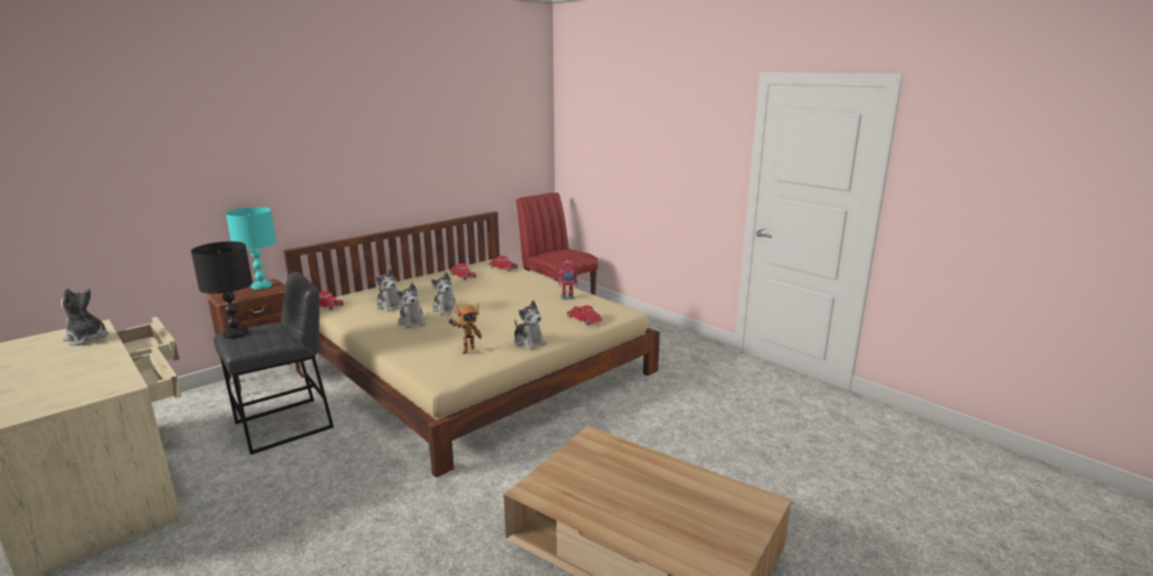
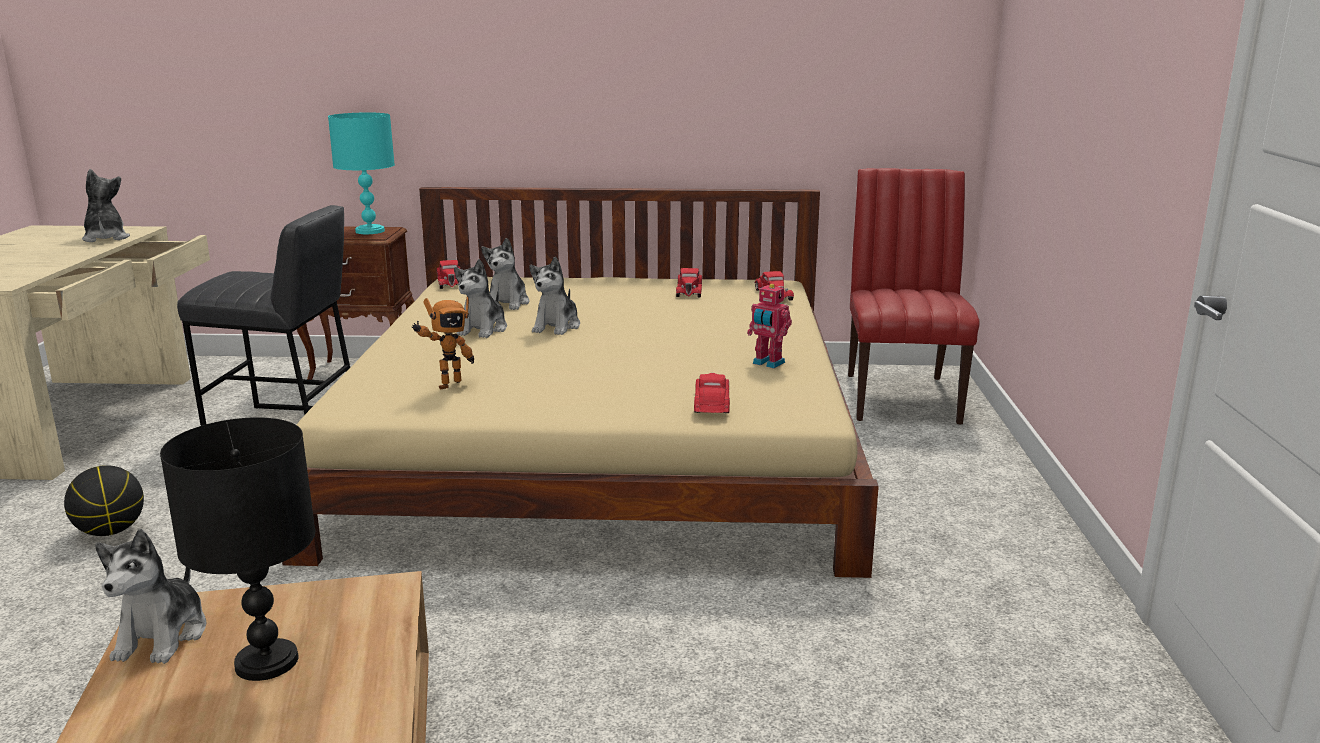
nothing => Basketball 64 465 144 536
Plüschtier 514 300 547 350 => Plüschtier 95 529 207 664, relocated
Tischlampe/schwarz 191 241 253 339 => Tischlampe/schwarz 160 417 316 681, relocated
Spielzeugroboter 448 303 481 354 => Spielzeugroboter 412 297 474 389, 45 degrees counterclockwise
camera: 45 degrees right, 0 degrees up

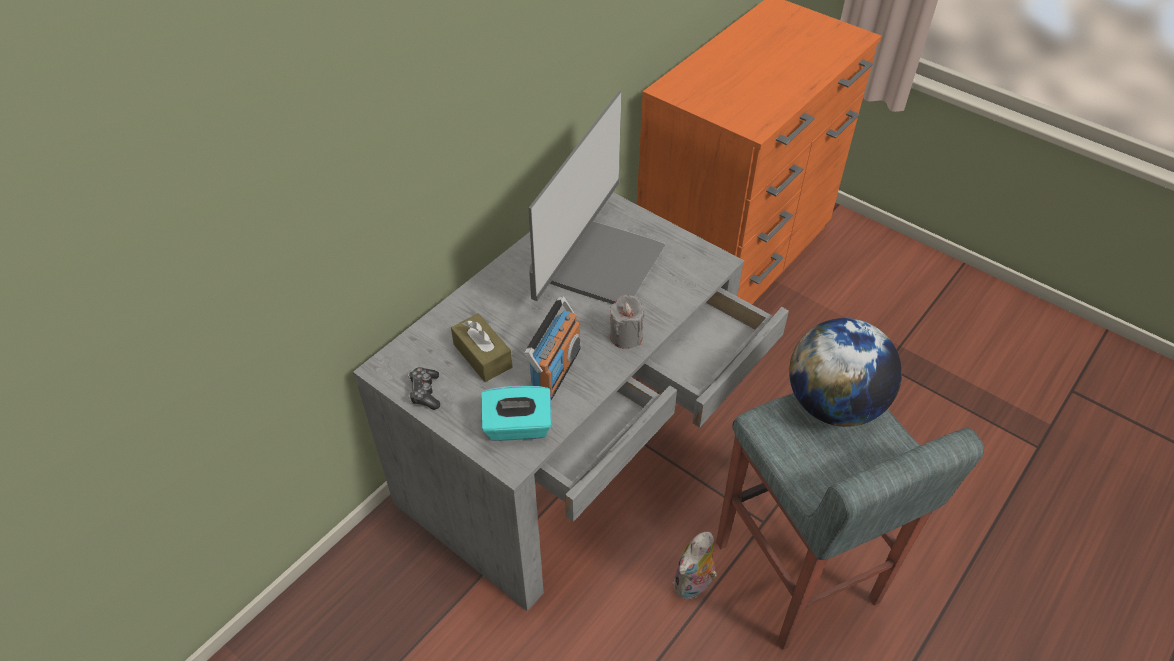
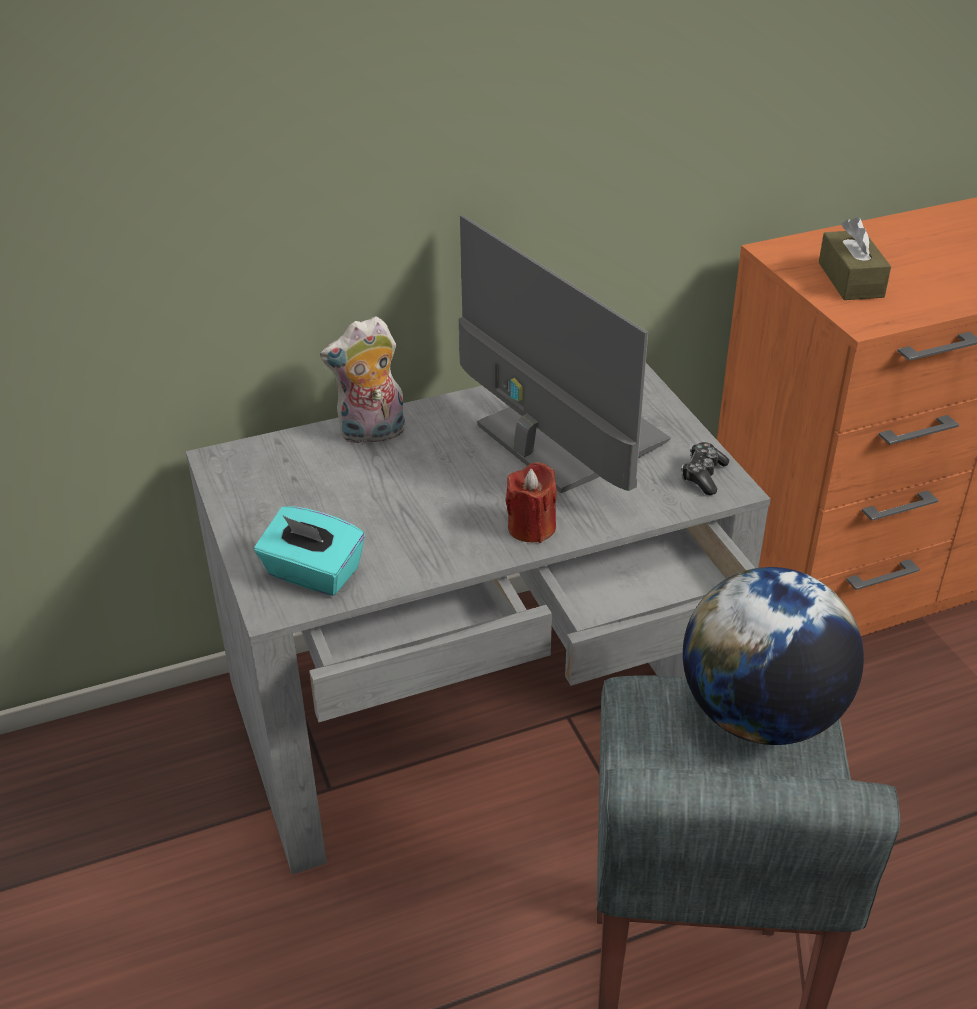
Plüschtier 673 532 717 600 => Plüschtier 320 316 405 445, relocated
Monitor 529 91 665 304 => Monitor 459 215 671 493, 90 degrees counterclockwise
Kerze/grau 610 295 645 349 => Kerze/rot 505 462 557 543
Gamepad 408 367 440 410 => Gamepad 681 442 729 495, relocated
Taschentuchbox/braun 451 314 513 382 => Taschentuchbox/braun 819 217 891 300, relocated
Radio 524 297 581 400 => nothing
camera: 30 degrees right, 10 degrees down

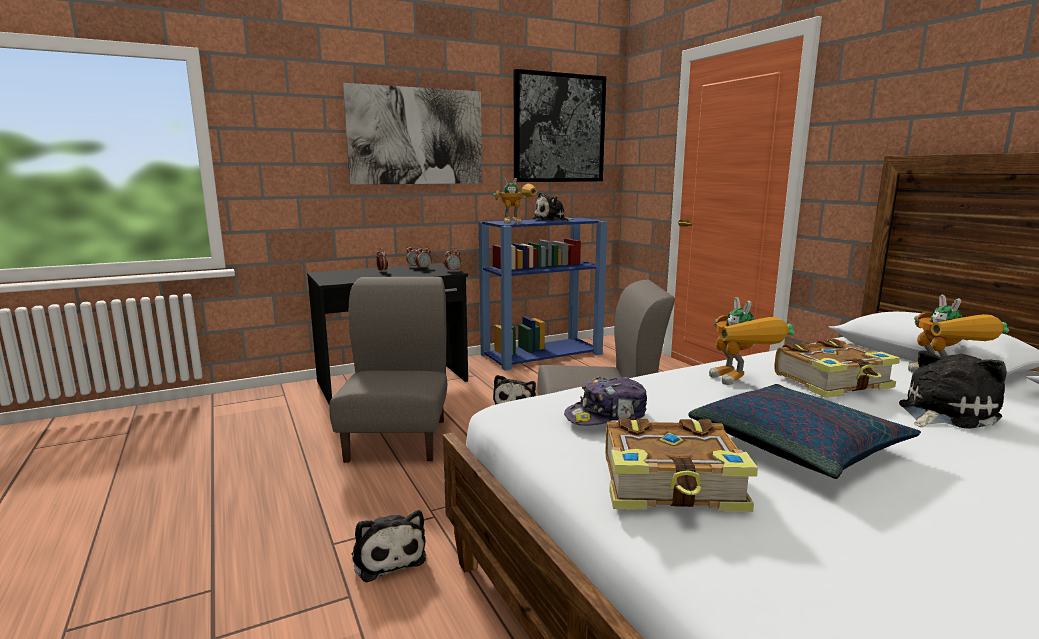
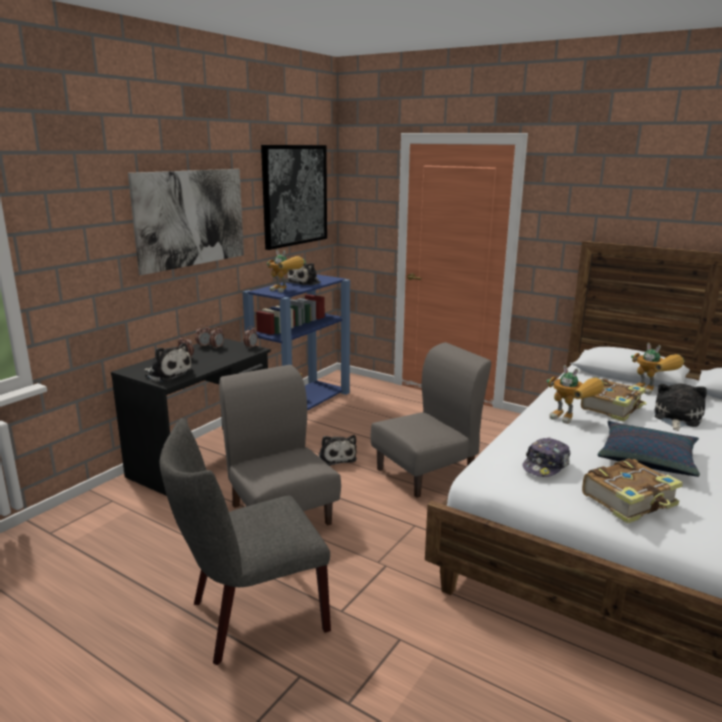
Plüschtier 351 510 427 583 => Plüschtier 144 343 193 382, relocated
nothing => Stuhl/grau 160 418 331 665
Spielzeugroboter 493 178 537 224 => Spielzeugroboter 267 249 306 293, 75 degrees clockwise
camera: 30 degrees left, 5 degrees up

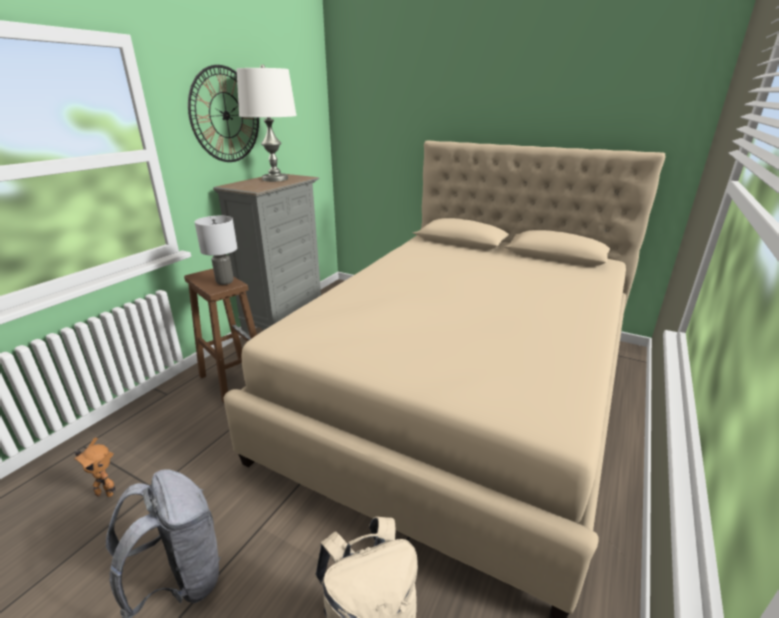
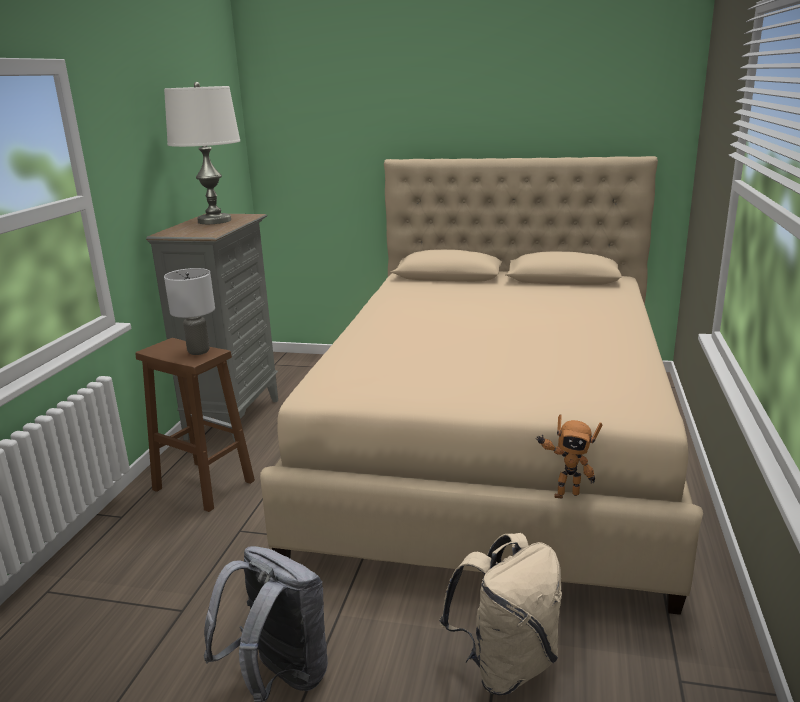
Spielzeugroboter 74 438 116 497 => Spielzeugroboter 535 414 602 499, relocated
Wanduhr 188 65 259 162 => nothing
camera: 15 degrees left, 5 degrees down

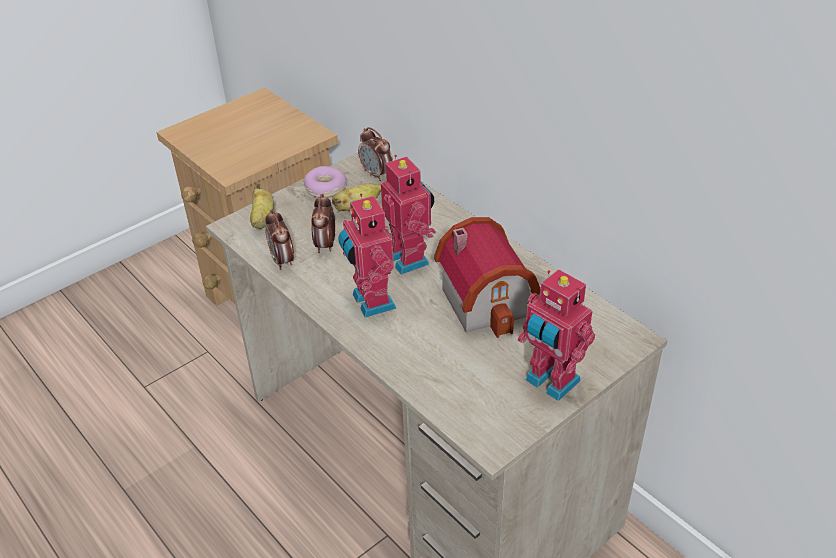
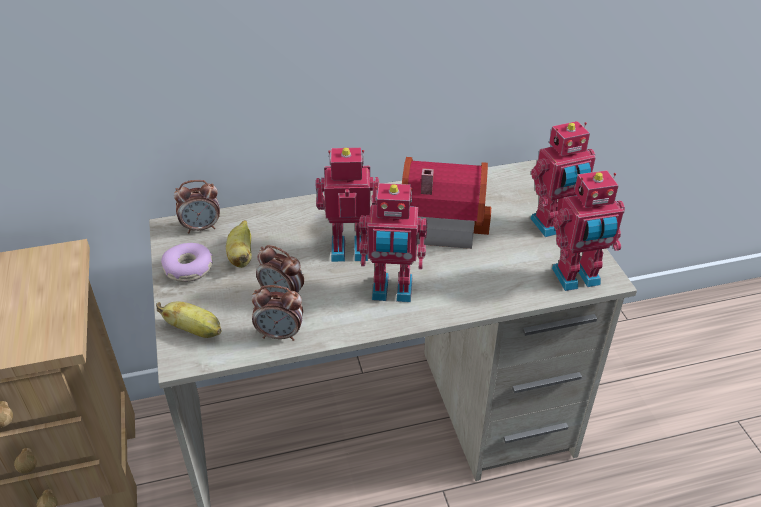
nothing => Spielzeugroboter 552 170 625 291
camera: 65 degrees left, 0 degrees up

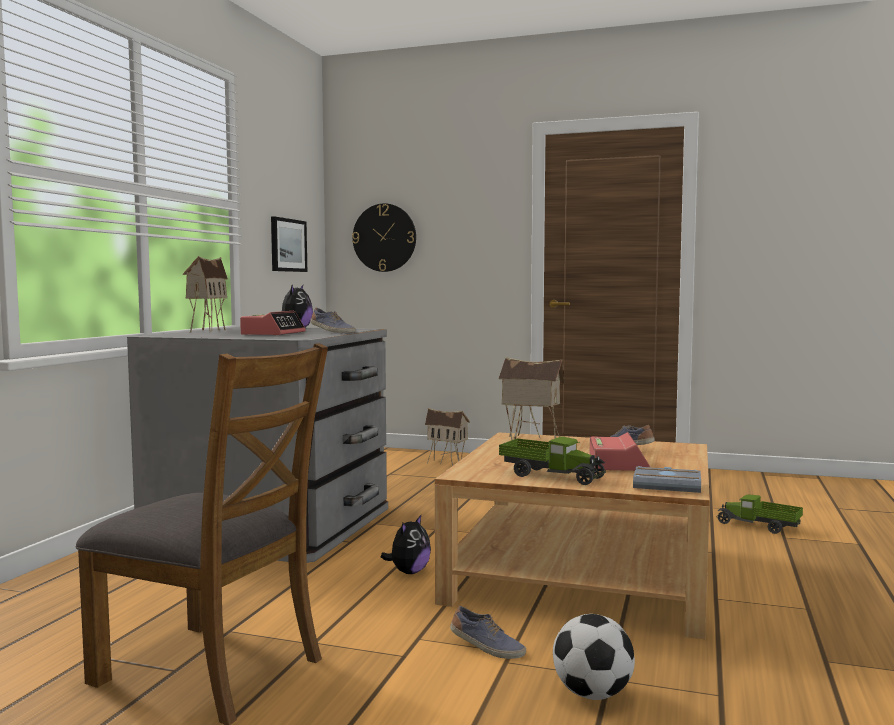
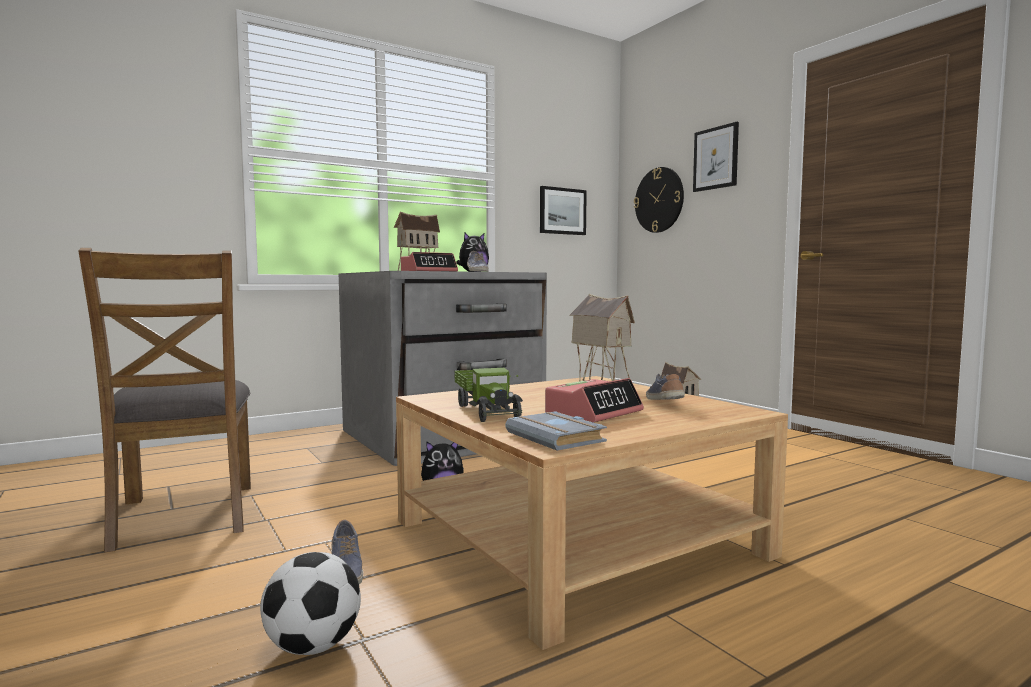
nothing => Bild 693 122 739 192
Spielzeuglaster 717 495 803 534 => nothing
camera: 40 degrees right, 0 degrees up

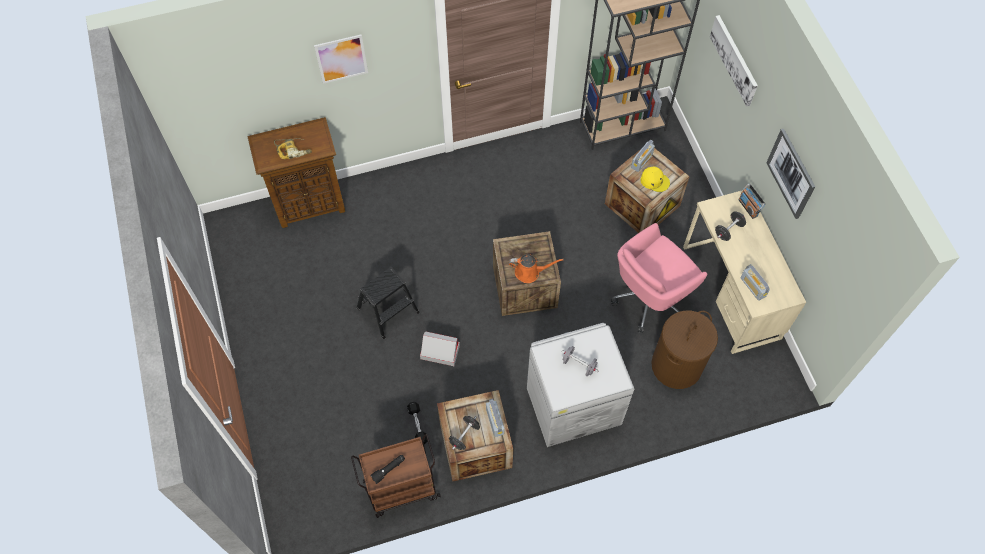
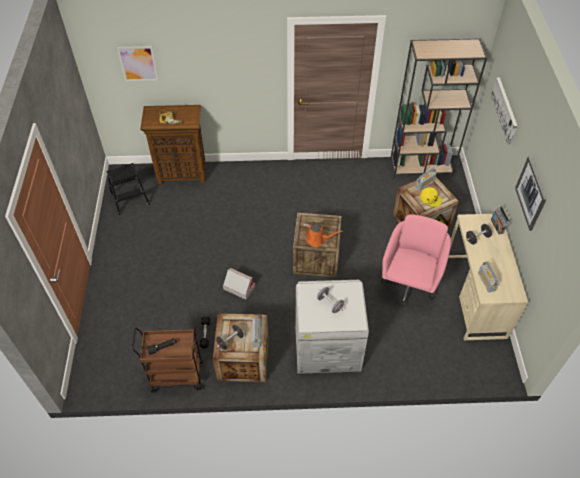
Trittleiter/schwarz 356 267 420 339 => Trittleiter/schwarz 106 163 150 215, relocated
Bild 314 34 368 84 => Bild 117 46 159 81, relocated
Bürostuhl/rosa 611 223 707 333 => Bürostuhl/rosa 381 214 451 306, 135 degrees clockwise
Wäschekorb/braun 651 311 718 389 => nothing
camera: 15 degrees right, 10 degrees down

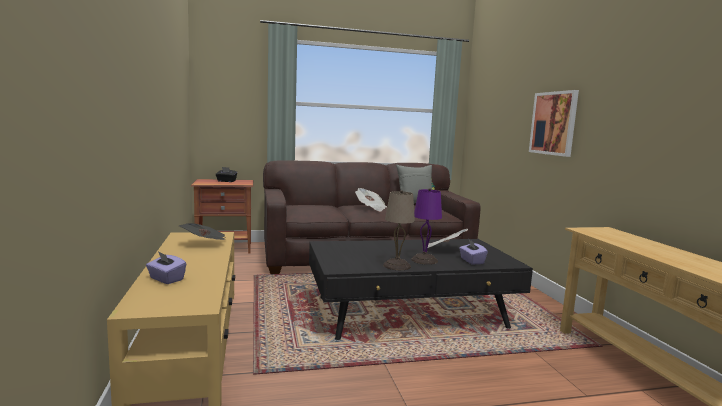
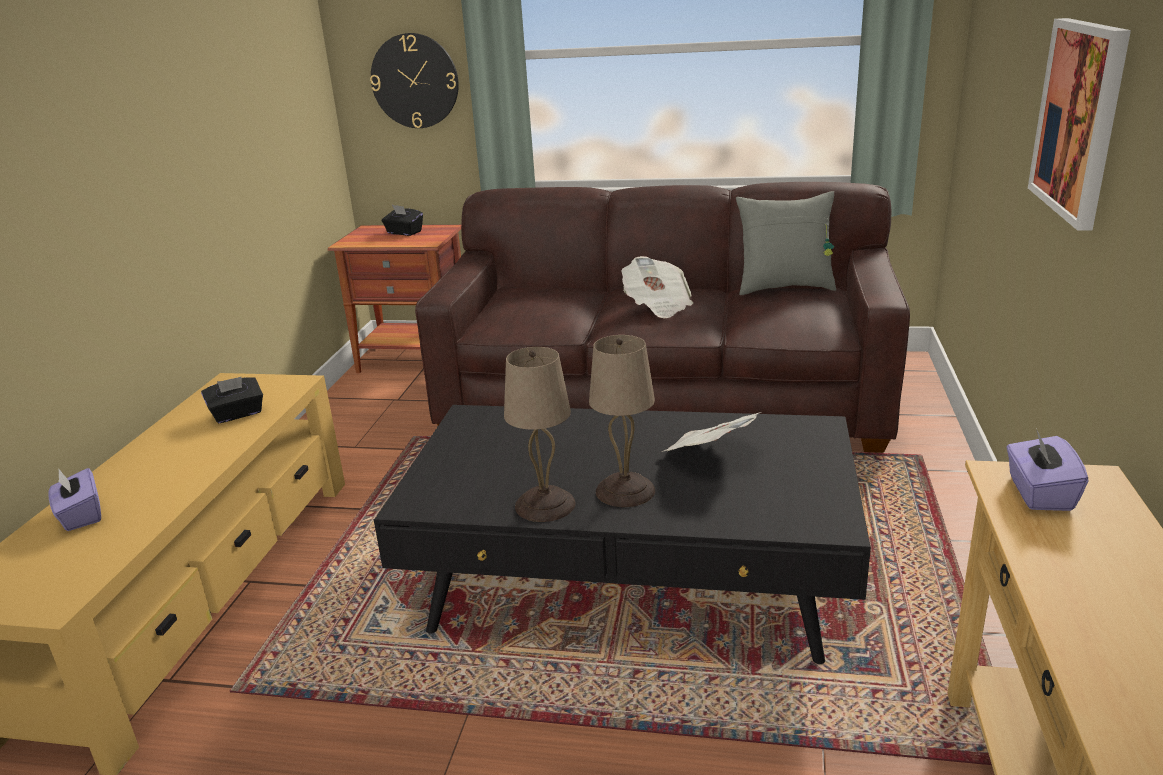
Zeitung 179 223 225 240 => Taschentuchbox/schwarz 201 376 263 423
nothing => Wanduhr 370 33 459 128
Tischlampe/lila 411 188 442 265 => Tischlampe/beige 589 335 655 507
Taschentuchbox/lila 459 240 488 264 => Taschentuchbox/lila 1006 428 1088 511, relocated
camera: 25 degrees right, 15 degrees up

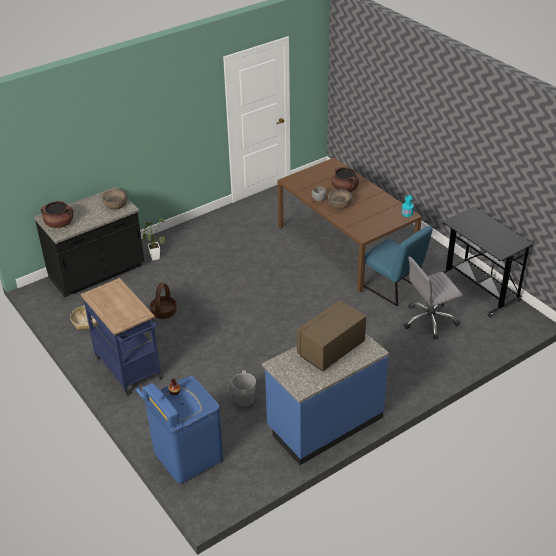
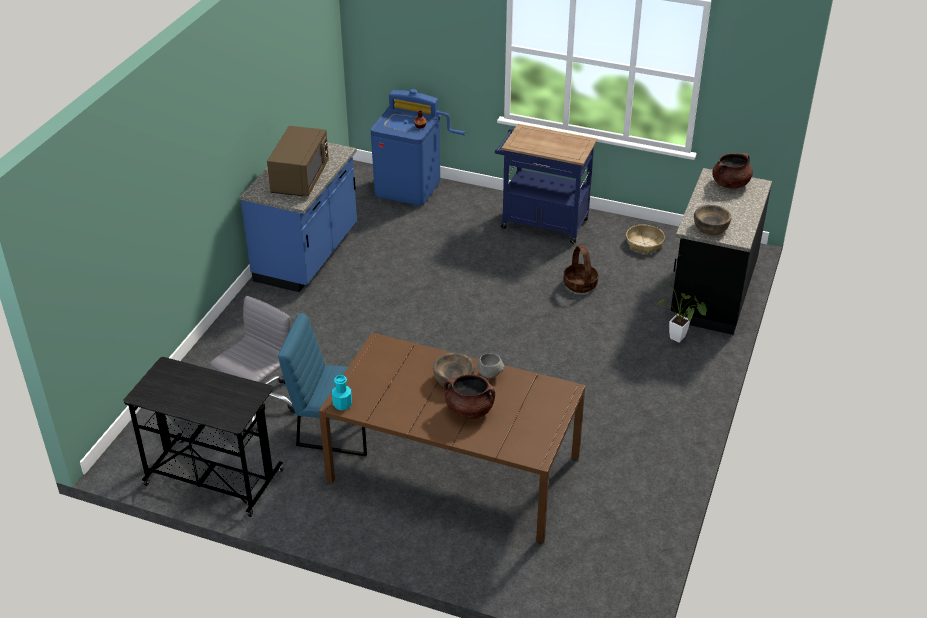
Eimer/grau 227 371 256 407 => nothing
camera: 145 degrees right, 0 degrees up

